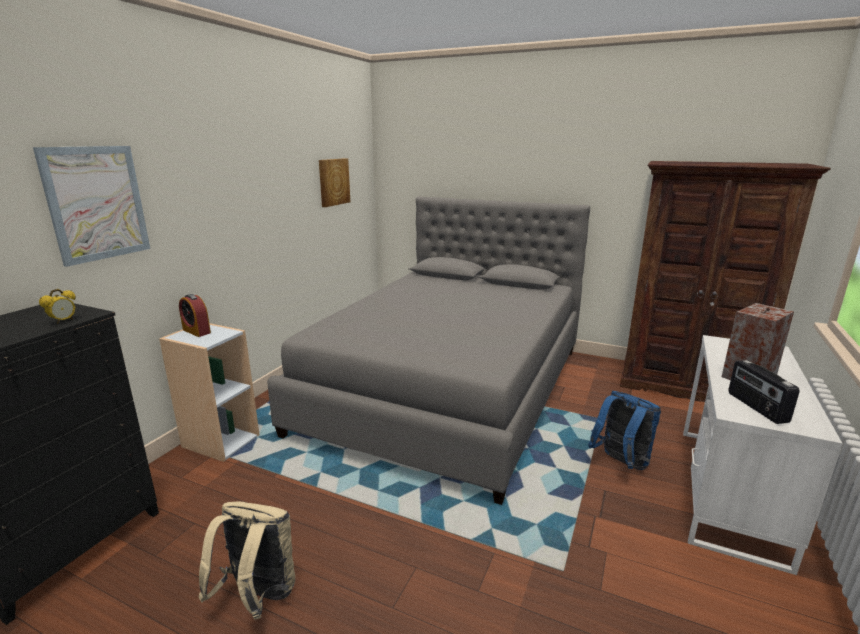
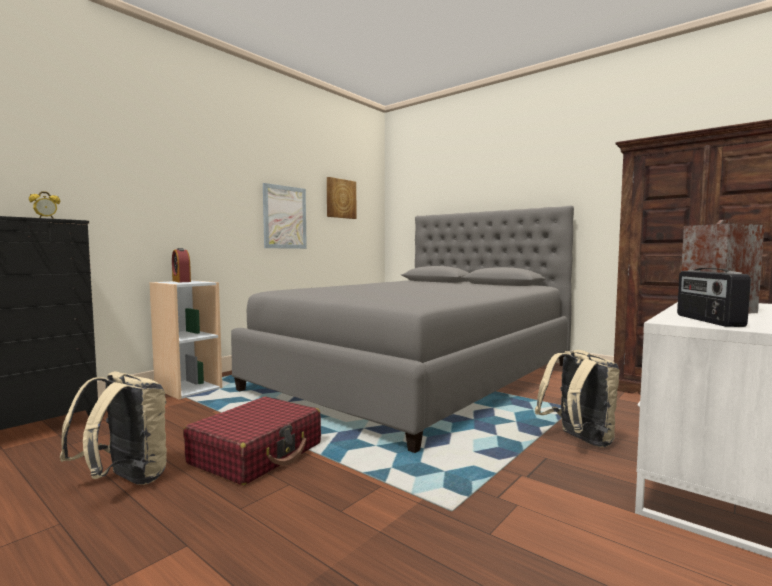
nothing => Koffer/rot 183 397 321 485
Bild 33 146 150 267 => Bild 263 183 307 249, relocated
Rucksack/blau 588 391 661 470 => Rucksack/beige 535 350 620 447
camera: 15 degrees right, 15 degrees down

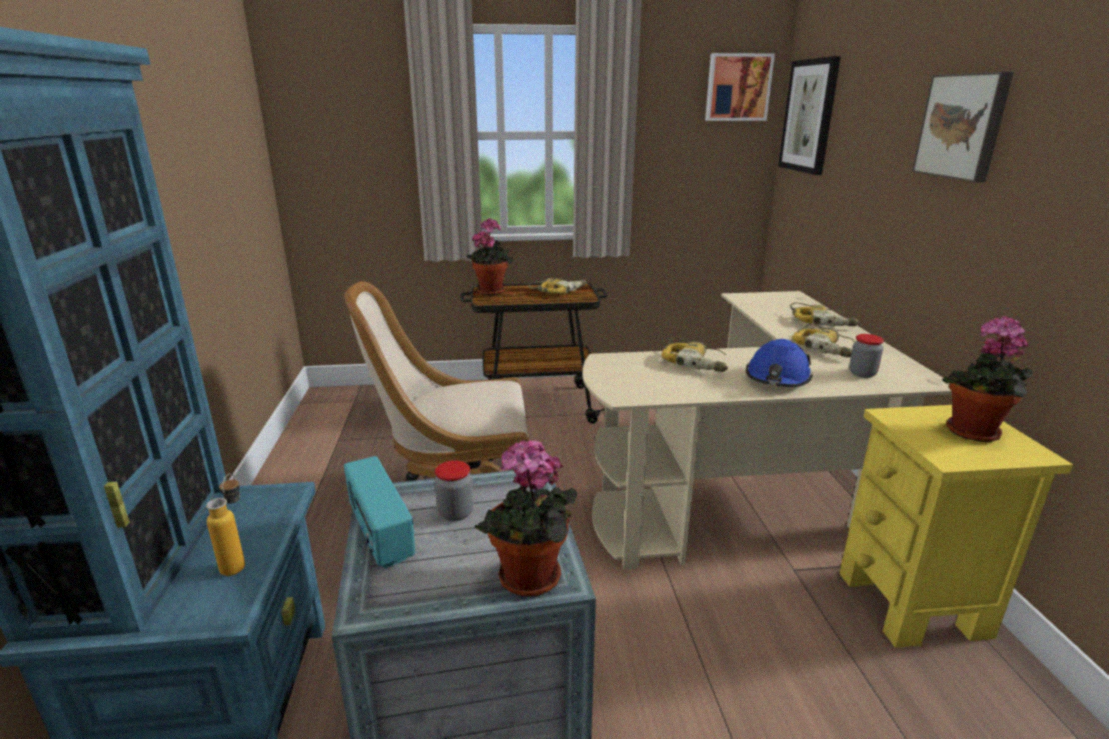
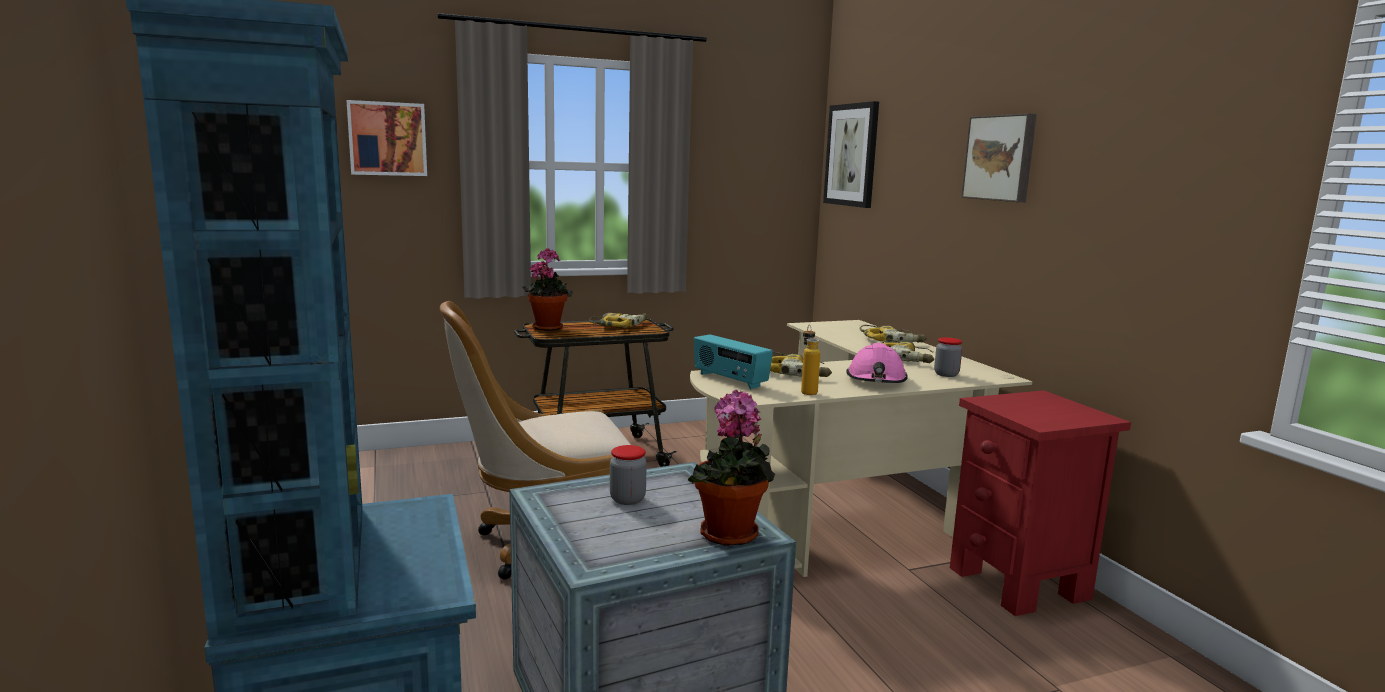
Bild 705 53 775 121 => Bild 346 100 427 176, relocated
Radio 344 456 415 569 => Radio 694 334 773 390, relocated
Flasche 206 473 245 576 => Flasche 801 324 820 395, relocated
Schutzhelm/blau 746 339 813 387 => Schutzhelm/rosa 846 343 908 383
Nachttisch/gelb 839 405 1073 648 => Nachttisch/rot 950 390 1131 616
Topfpflanze 942 316 1033 443 => nothing
camera: 15 degrees left, 10 degrees down

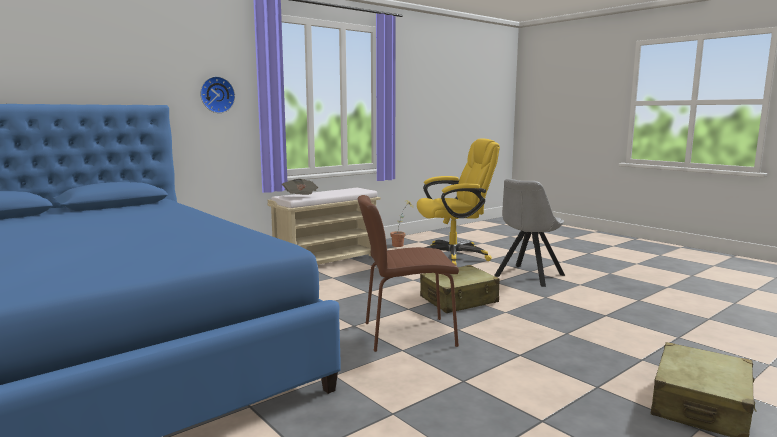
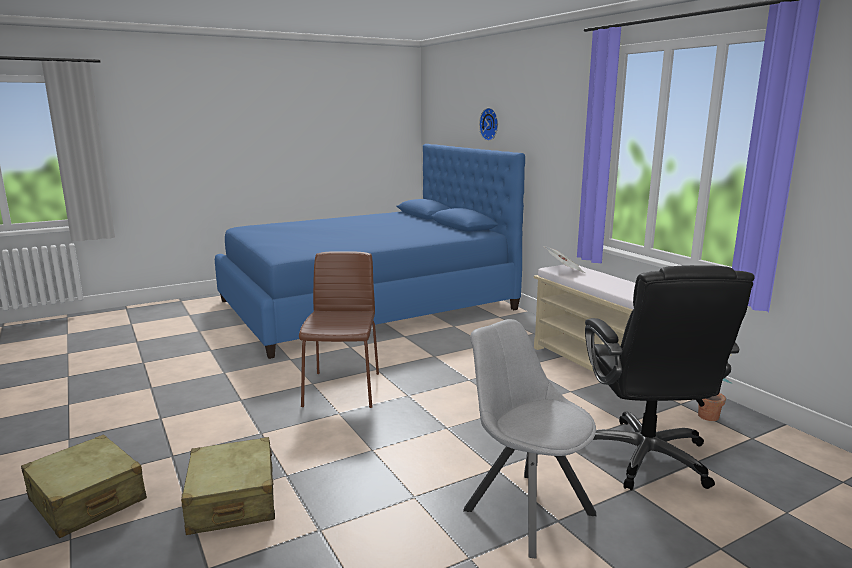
Koffer/beige 420 265 499 313 => Koffer/beige 181 437 275 535, relocated
Wanduhr 200 76 235 113 => Wanduhr 479 108 498 141, relocated
Bürostuhl/gelb 417 138 500 265 => Bürostuhl/schwarz 585 265 755 491
camera: 100 degrees right, 5 degrees up

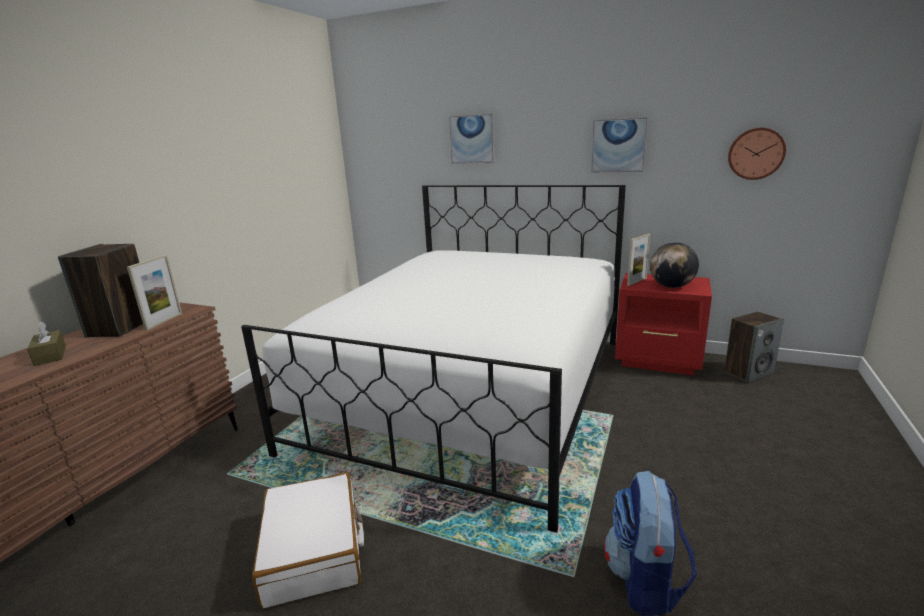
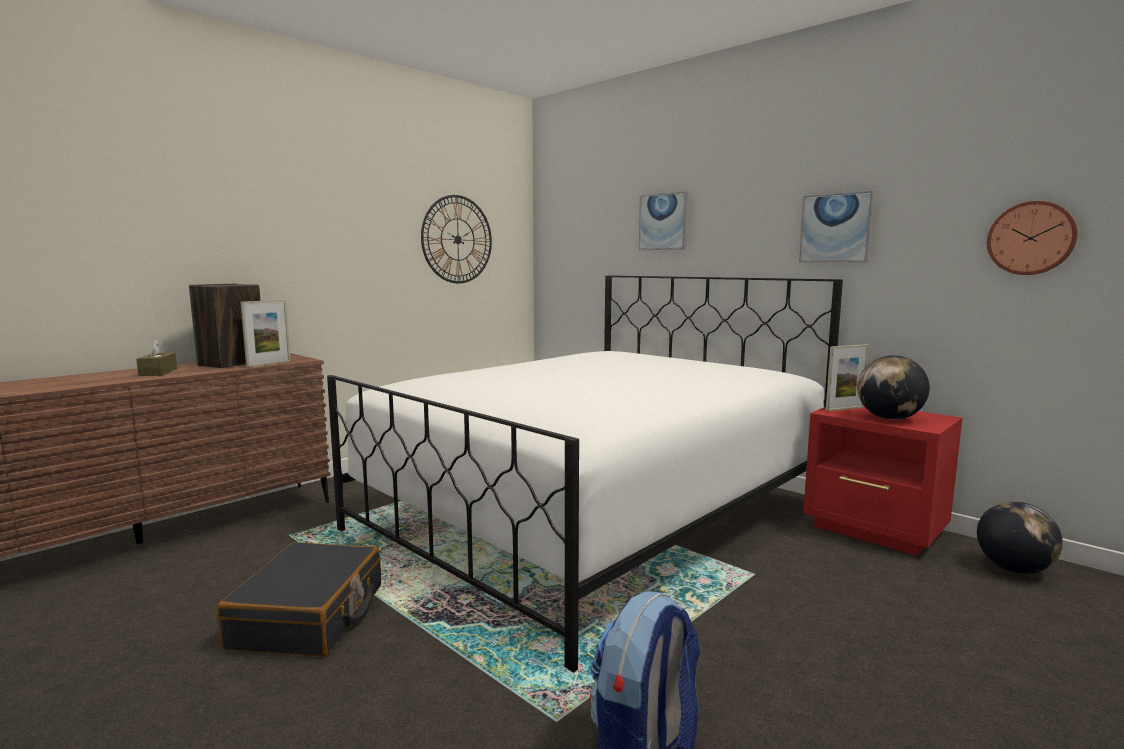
Koffer/weiß 252 473 364 608 => Koffer/schwarz 217 542 381 657
nothing => Wanduhr 421 195 492 283
Lautsprecher 724 312 784 383 => Globus 977 502 1063 574
camera: 20 degrees right, 10 degrees down

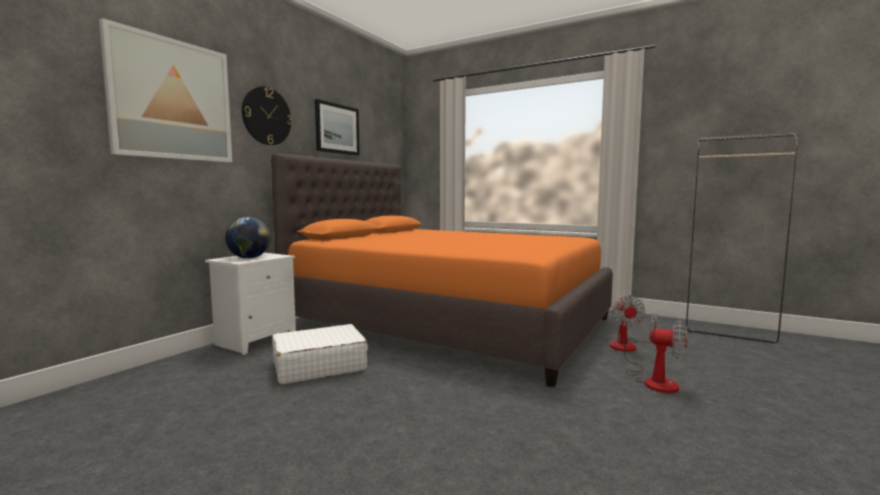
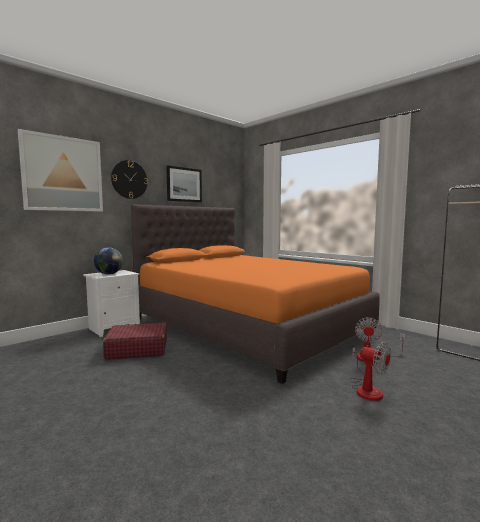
Koffer/weiß 272 324 368 385 => Koffer/rot 103 323 167 360
camera: 15 degrees right, 0 degrees up

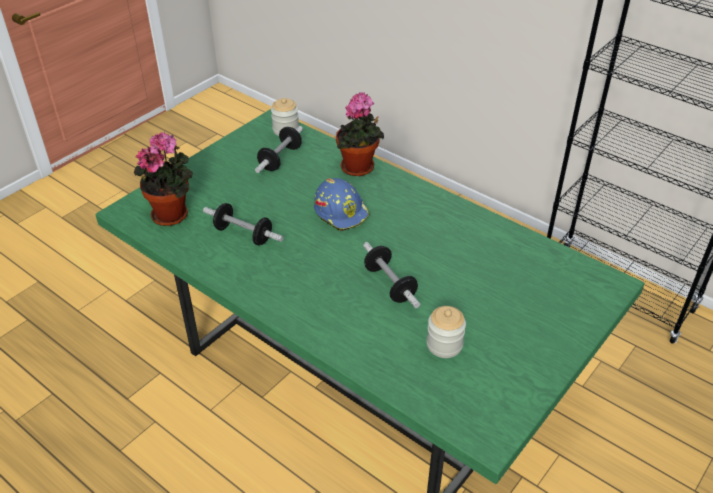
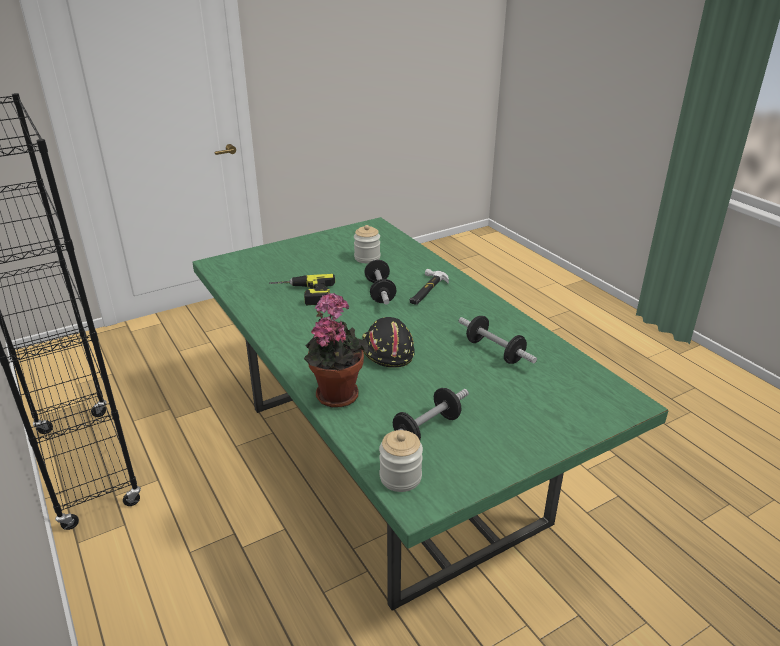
nothing => Bohrmaschine 269 274 335 305
Schutzhelm/blau 314 178 369 231 => Schutzhelm/schwarz 362 317 415 368
nothing => Hammer 409 269 449 305
Topfpflanze 134 132 193 226 => nothing
camera: 160 degrees left, 10 degrees down

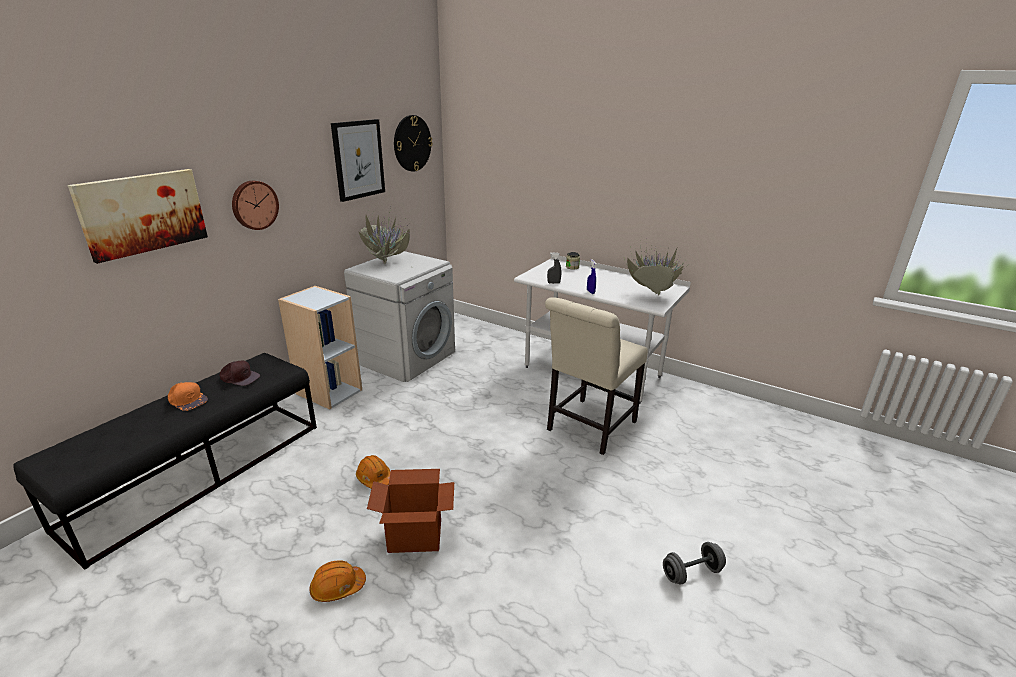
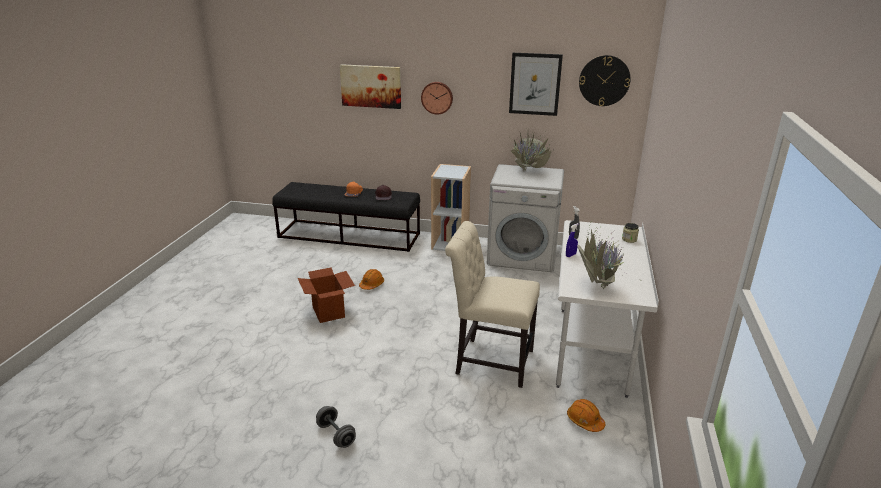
Schutzhelm/orange 309 560 366 602 => Schutzhelm/orange 567 399 605 432, relocated
camera: 70 degrees right, 0 degrees up

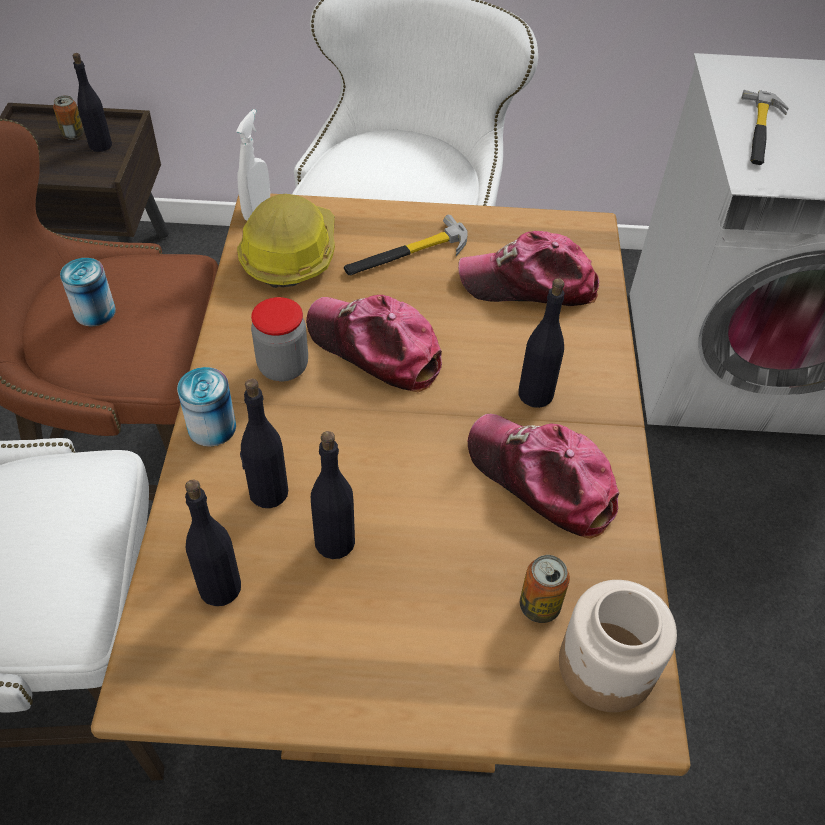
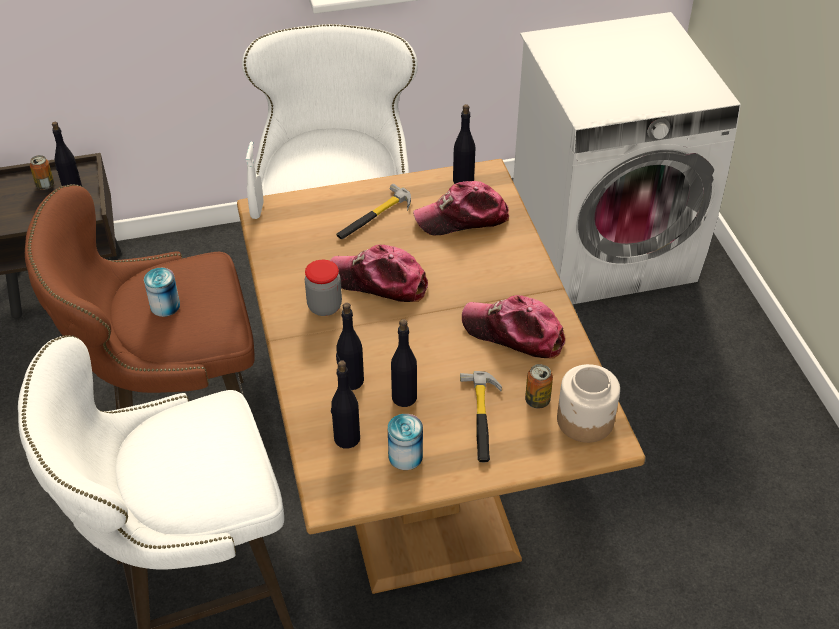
Dose 177 367 236 447 => Dose 388 414 423 470, relocated
Flasche/schwarz 518 278 565 408 => Flasche/schwarz 453 104 475 184, relocated
Hammer 741 90 789 165 => Hammer 460 371 502 462, relocated
Schutzhelm 237 194 335 288 => nothing
camera: 15 degrees left, 5 degrees down

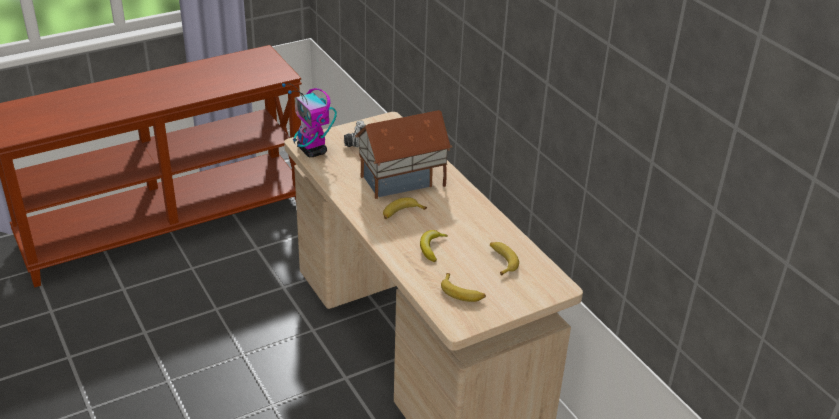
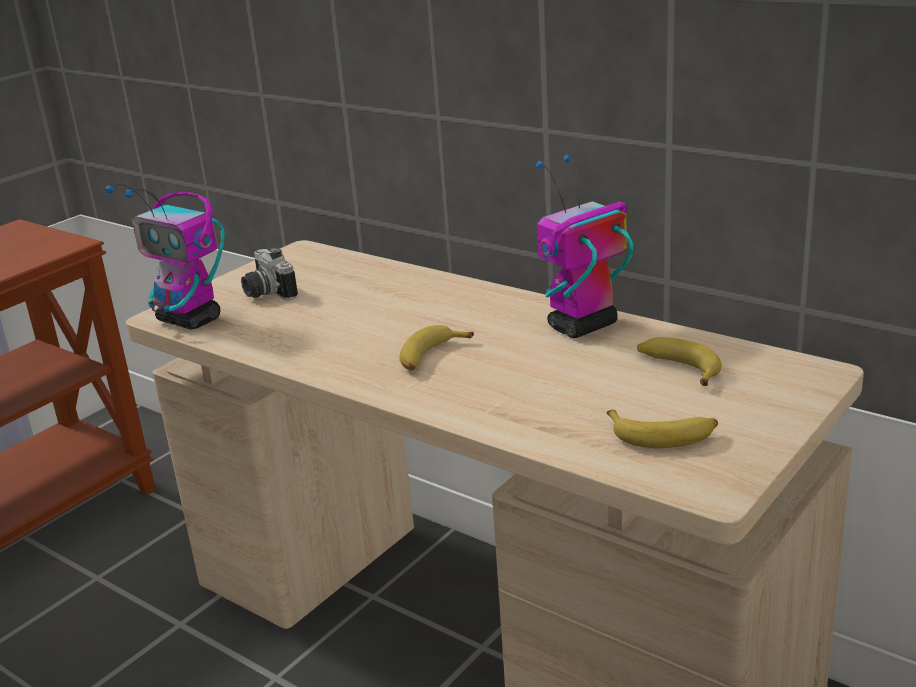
nothing => Spielzeugroboter 536 154 633 338
Spielzeughaus 355 110 452 199 => nothing
Banane 420 230 448 262 => nothing
camera: 20 degrees left, 10 degrees down

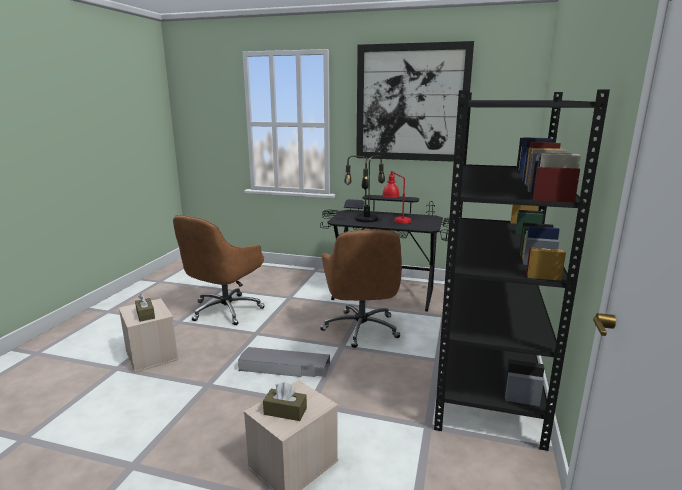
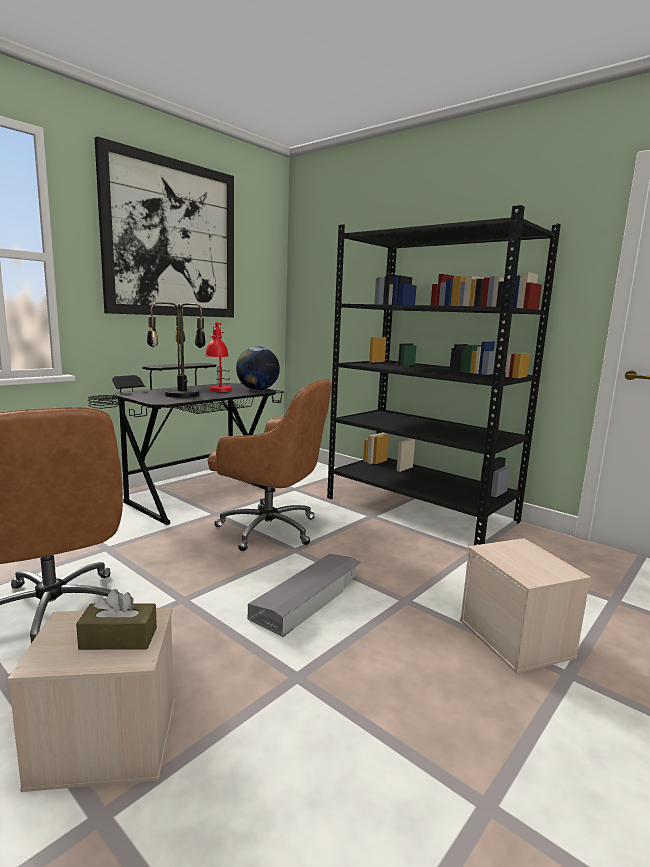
nothing => Globus 236 346 280 390
Taschentuchbox/braun 263 382 307 421 => nothing
camera: 65 degrees left, 5 degrees down

